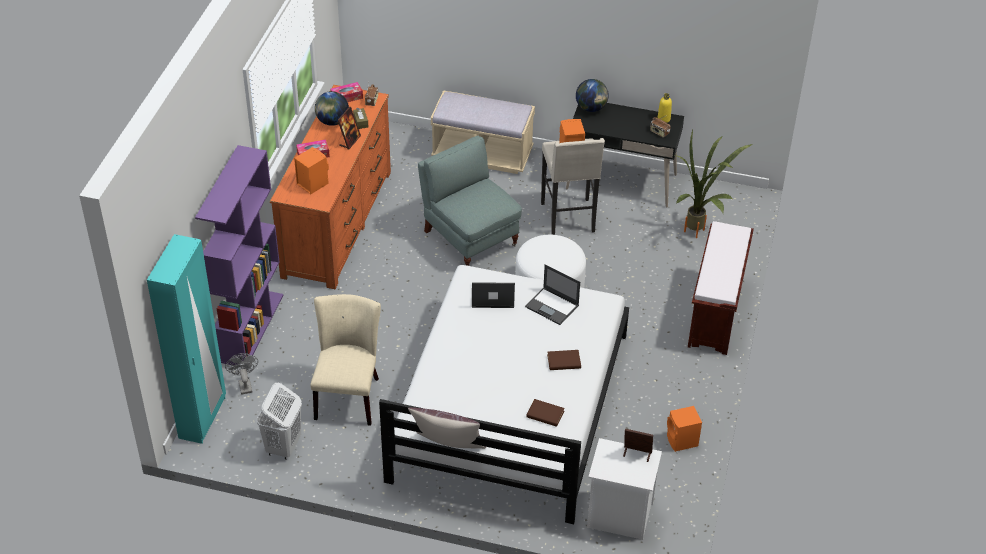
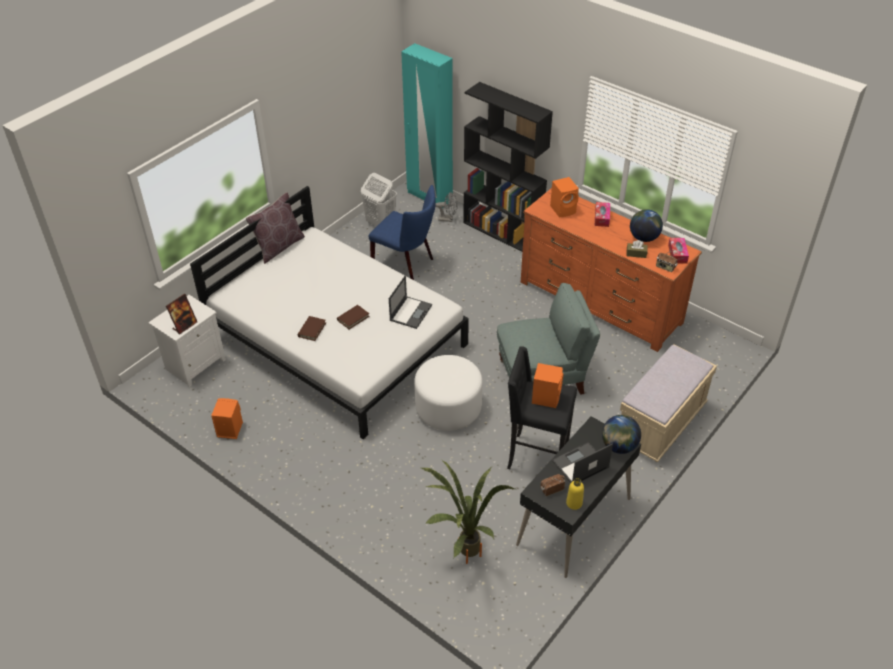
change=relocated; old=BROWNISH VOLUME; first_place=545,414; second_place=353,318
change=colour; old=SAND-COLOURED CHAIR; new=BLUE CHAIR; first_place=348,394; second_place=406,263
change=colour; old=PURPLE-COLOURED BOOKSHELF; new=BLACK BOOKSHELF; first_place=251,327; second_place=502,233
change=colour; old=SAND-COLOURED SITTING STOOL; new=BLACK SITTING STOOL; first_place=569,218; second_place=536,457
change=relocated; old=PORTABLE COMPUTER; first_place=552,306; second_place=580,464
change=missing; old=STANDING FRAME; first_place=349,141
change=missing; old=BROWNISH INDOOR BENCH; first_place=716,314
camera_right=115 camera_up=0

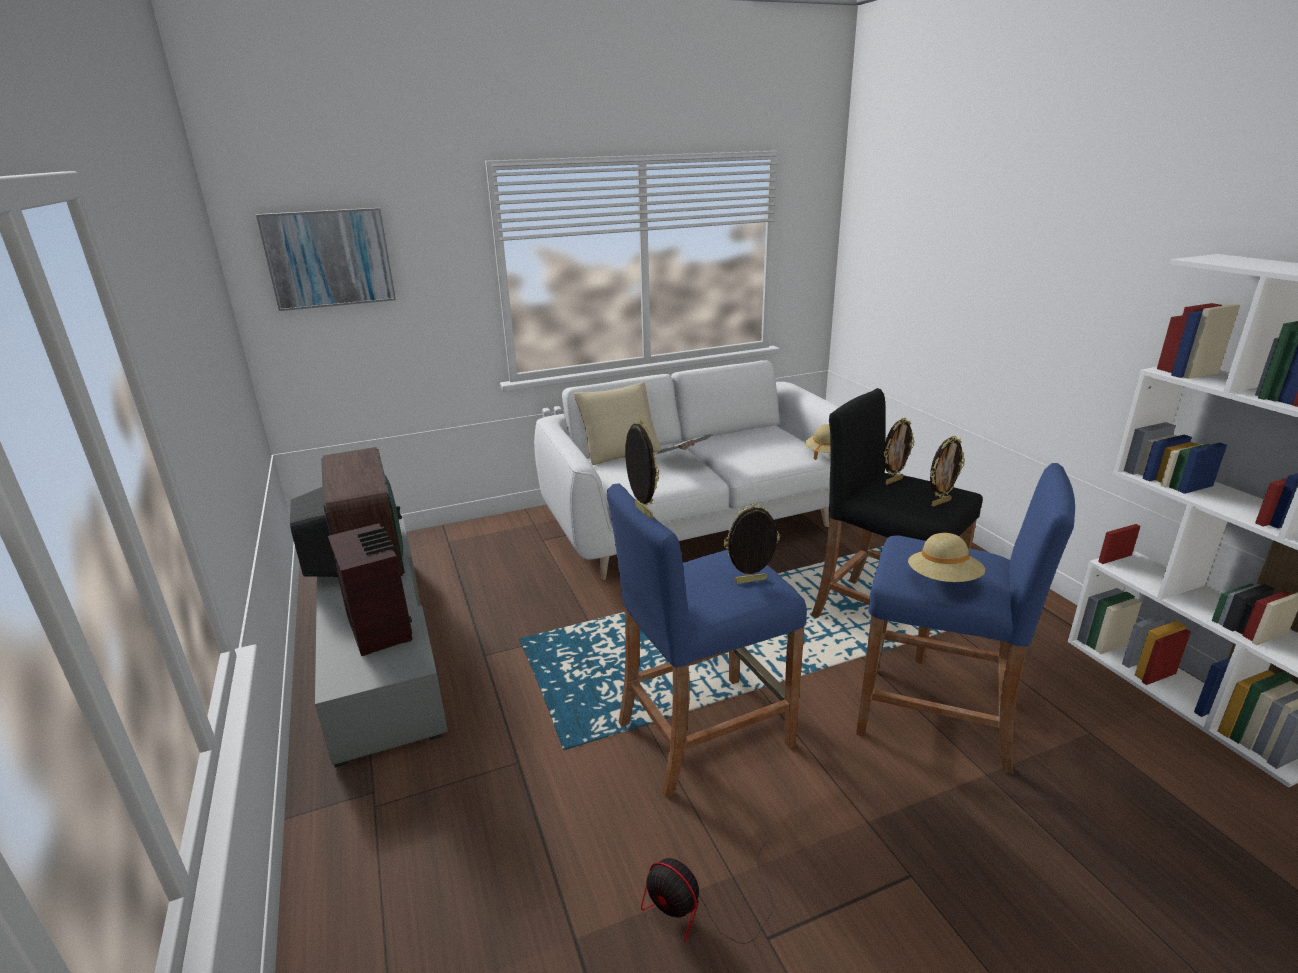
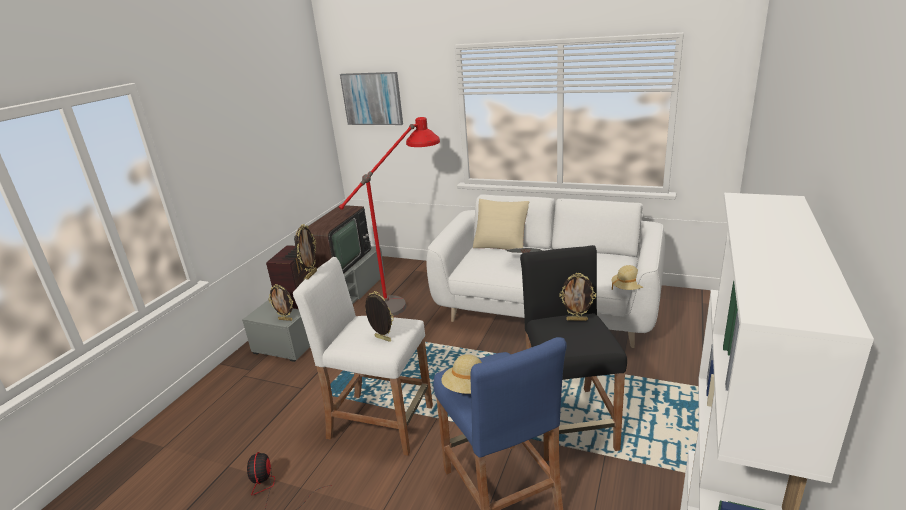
change=relocated; old=STANDING FRAME; first_place=940,502; second_place=285,319
change=colour; old=BLUE SITTING STOOL; new=WHITE-COLOURED SITTING STOOL; first_place=704,733; second_place=380,422
change=appeared; new=RED-COLOURED STANDARD LAMP; second_place=408,296
camera_right=45 camera_up=0

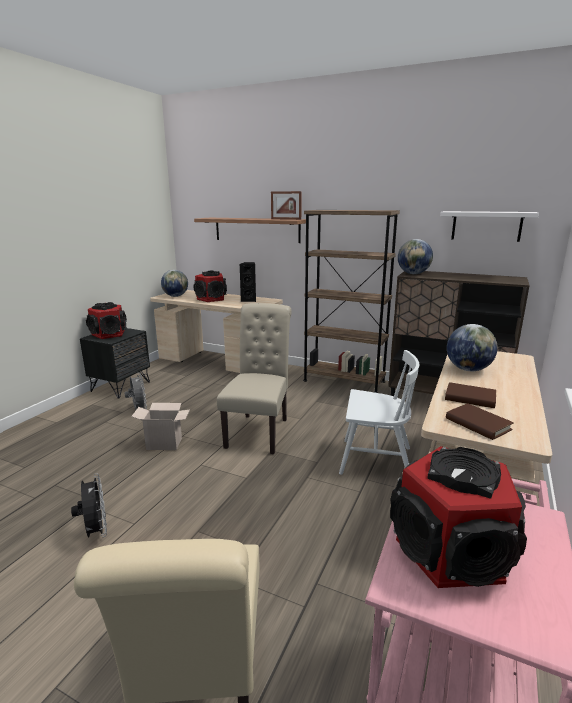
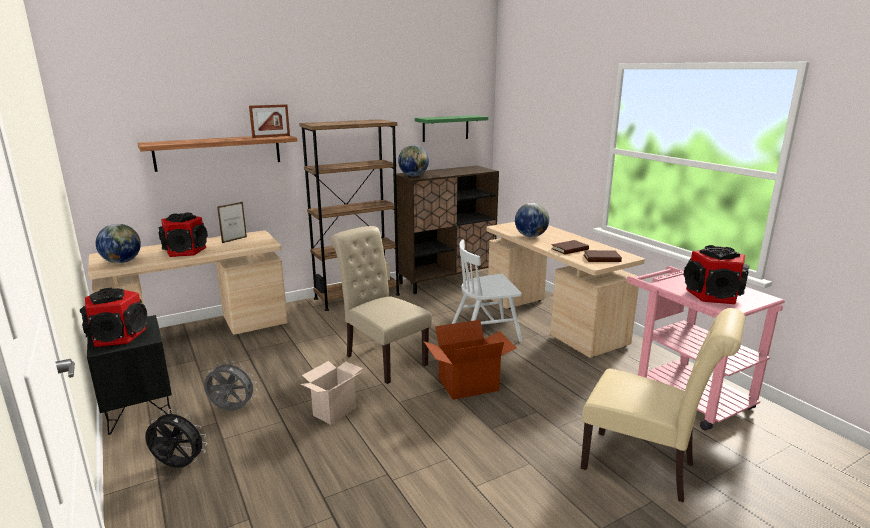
change=relocated; old=BLACK COOLING FAN; first_place=96,531; second_place=178,466
change=exchanged; old=BLACK LOUDSPEAKER; new=STANDING FRAME; first_place=249,300; second_place=234,240
change=colour; old=WHITE-COLOURED BRACKET SHELF; new=GREEN BRACKET SHELF; first_place=486,226; second_place=445,128
change=appeared; new=CARTON; second_place=468,384
change=spun; old=WHITE-COLOURED CHAIR; first_place=375,460; second_place=485,332; degrees=-150
camera_right=-55 camera_up=0

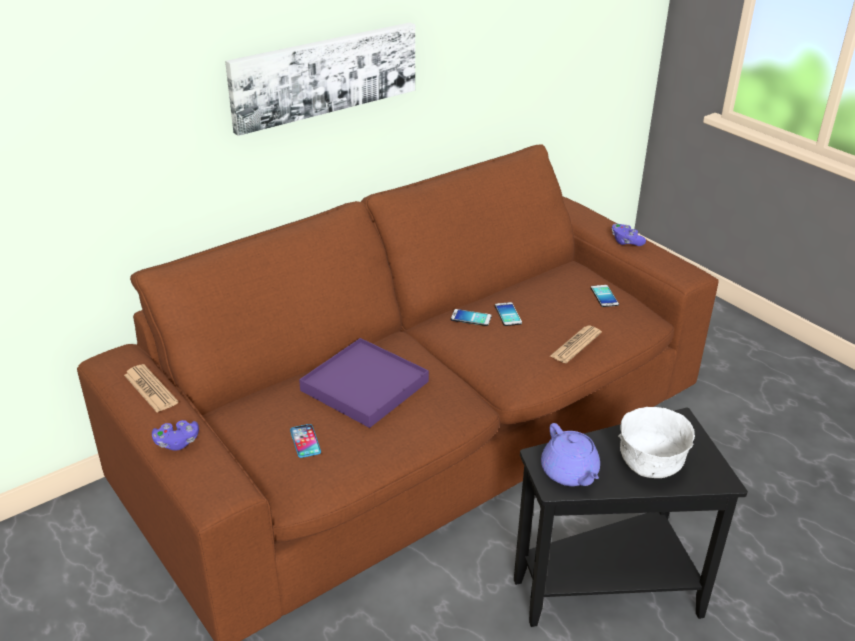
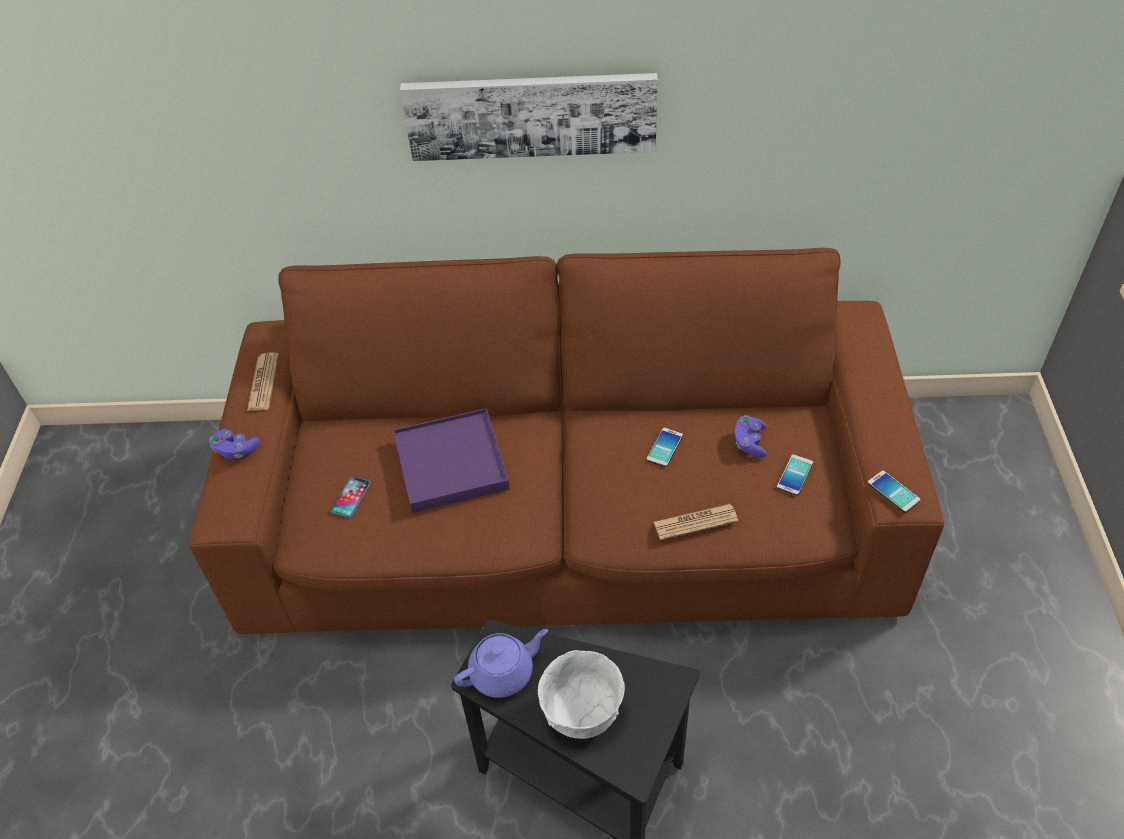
change=spun; old=PURPLE-COLOURED POT FOR TEA; first_place=570,473; second_place=503,672; degrees=-135
change=relocated; old=PURPLE-COLOURED GAME CONTROLLER; first_place=626,242; second_place=750,442
change=relocated; old=PHONE; first_place=471,318; second_place=893,492
camera_right=40 camera_up=15

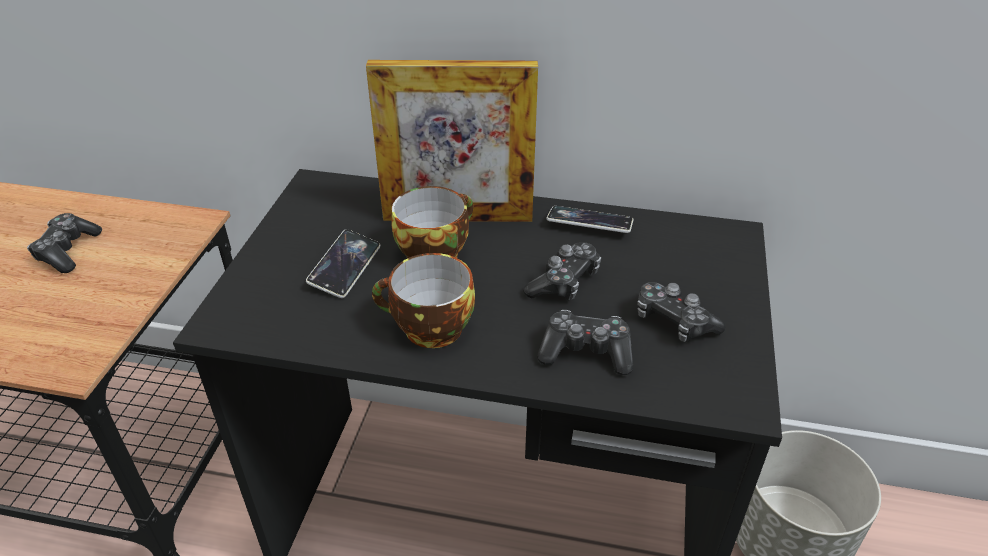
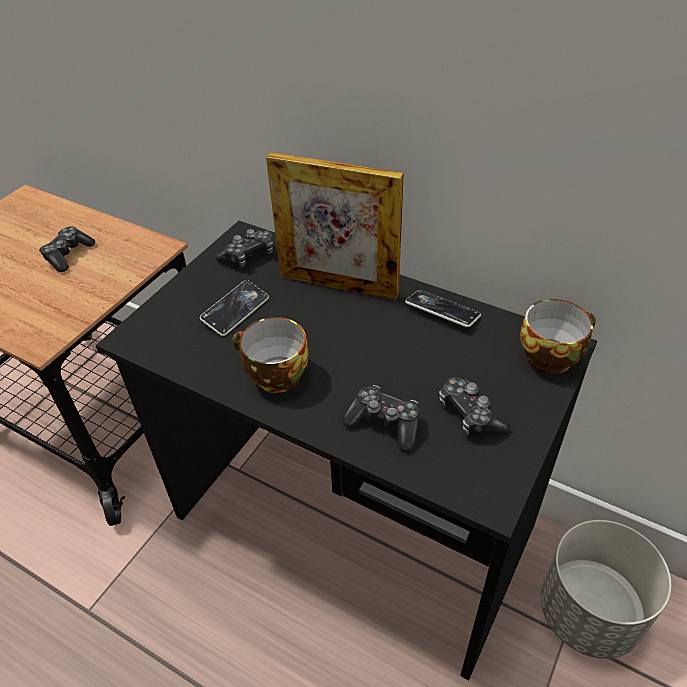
change=relocated; old=GAME CONTROLLER; first_place=564,282; second_place=249,256
change=relocated; old=DRINKING CUP; first_place=434,251; second_place=550,355
camera_right=20 camera_up=5

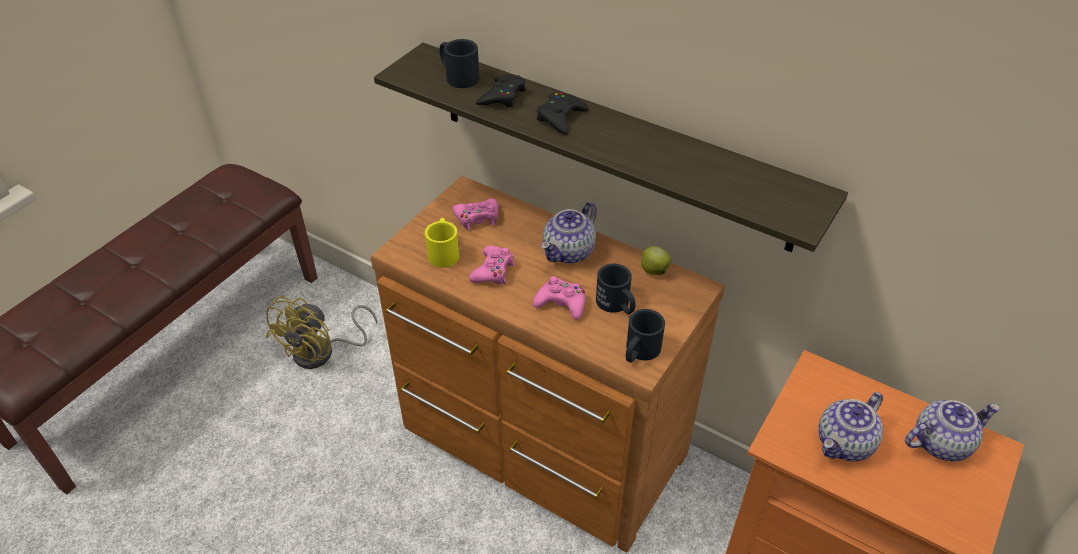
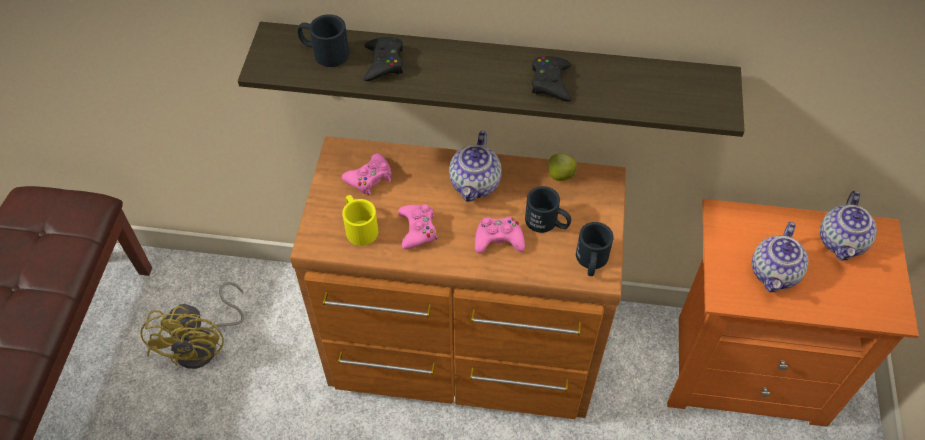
change=relocated; old=BLACK GAME CONTROLLER; first_place=561,117; second_place=551,82
change=spun; old=POT FOR TEA; first_place=941,442; second_place=842,242; degrees=150
camera_right=-25 camera_up=10

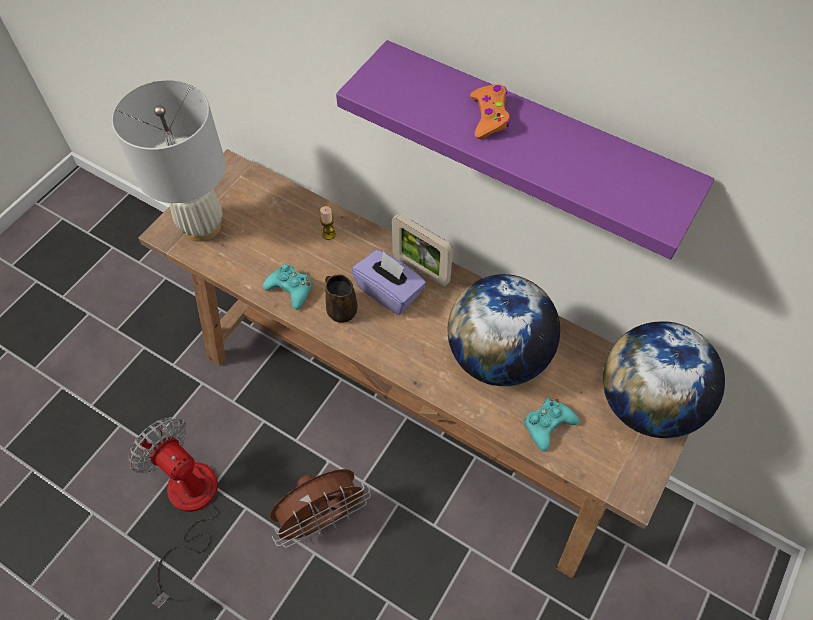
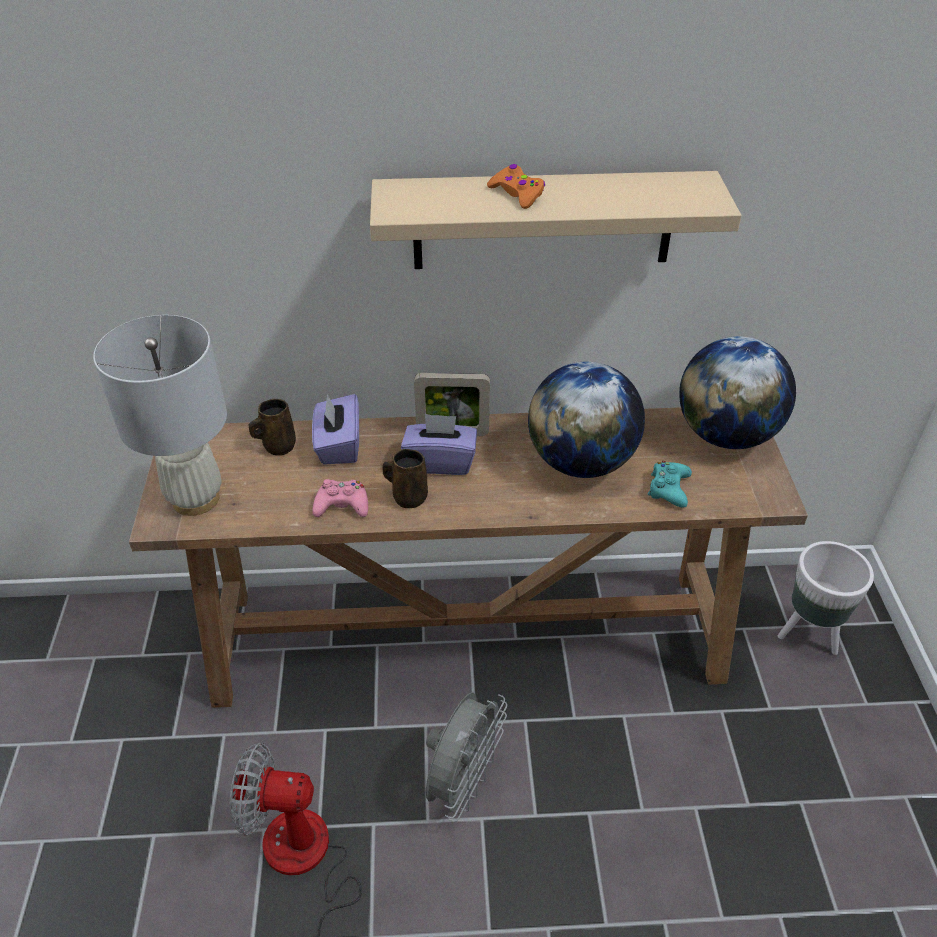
change=appeared; new=BROWNISH MUG; second_place=277,446
change=exchanged; old=WAX LIGHT; new=PURPLE-COLOURED TISSUE BOX; first_place=329,234; second_place=338,445
change=colour; old=TURQUOISE GAME CONTROLLER; new=PINKISH GAME CONTROLLER; first_place=290,289; second_place=342,505
change=colour; old=PURPLE-COLOURED BRACKET SHELF; new=SAND-COLOURED BRACKET SHELF; first_place=532,141; second_place=543,220
change=colour; old=BROWNISH COOLING FAN; new=GREYISH COOLING FAN; first_place=322,519; second_place=463,782
change=appeared; new=WHITE-COLOURED PLANT POT; second_place=809,633
camera_right=-35 camera_up=-15

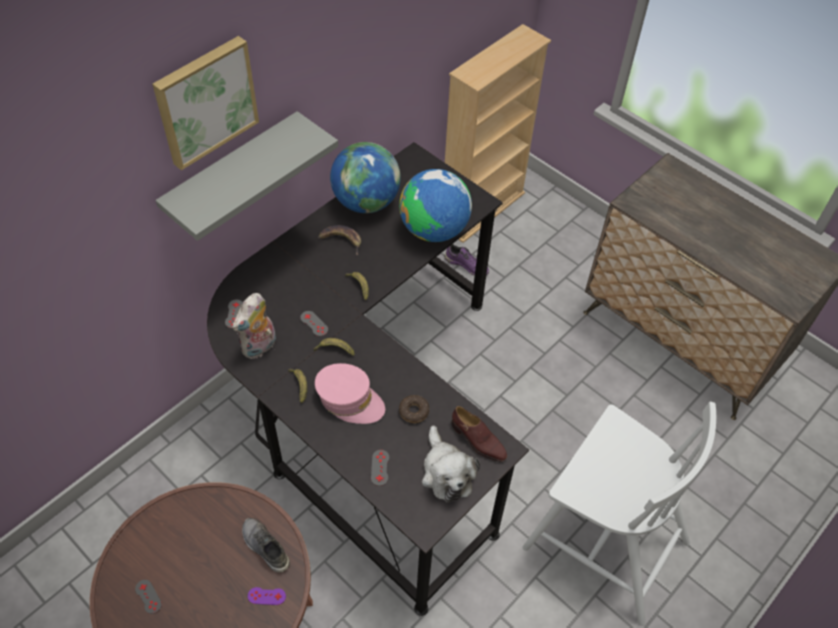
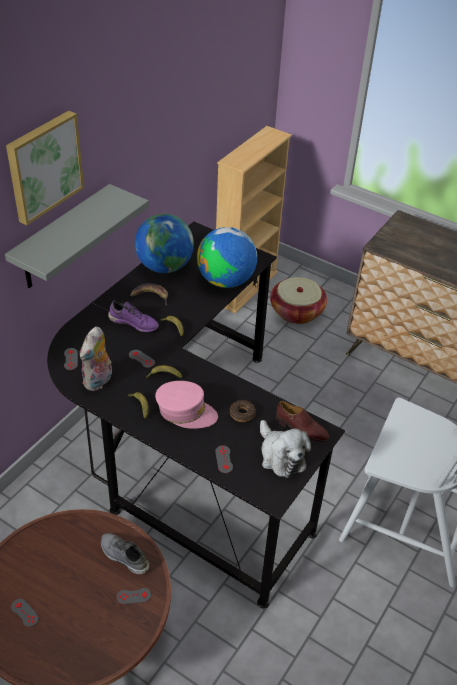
change=relocated; old=PURPLE-COLOURED LOW SHOE; first_place=467,265; second_place=134,323
change=colour; old=PURPLE-COLOURED GAME CONTROLLER; new=GREYISH GAME CONTROLLER; first_place=266,596; second_place=133,596
change=appeared; new=HOUSEHOLD BASKET; second_place=296,311
camera_right=-10 camera_up=-10

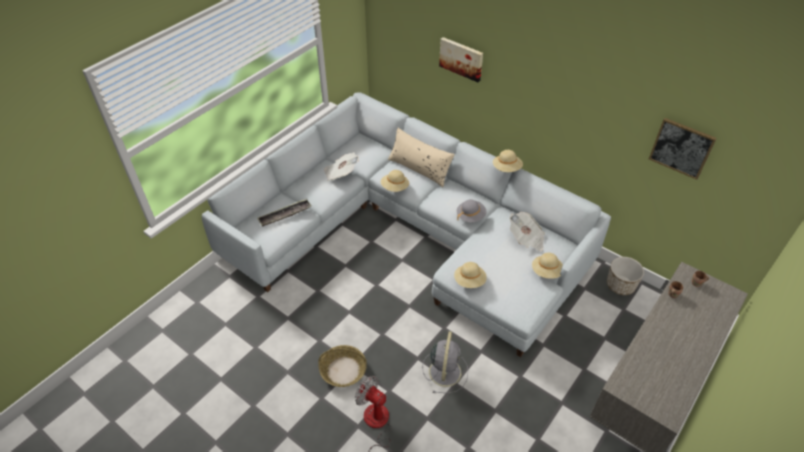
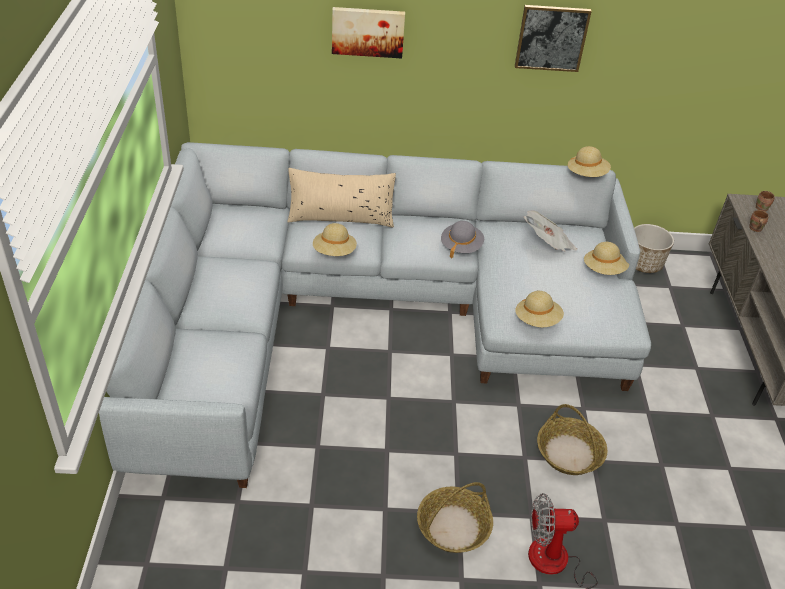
change=relocated; old=PICTURE; first_place=681,148; second_place=551,38
change=exchanged; old=GREYISH COOLING FAN; new=HOUSEHOLD BASKET; first_place=445,370; second_place=568,453
change=relocated; old=SAND-COLOURED HAT; first_place=507,168; second_place=587,174
change=missing; old=SERVING TRAY; first_place=285,215
change=missing; old=NEWSPAPER; first_place=341,173
camera_right=-40 camera_up=-5

